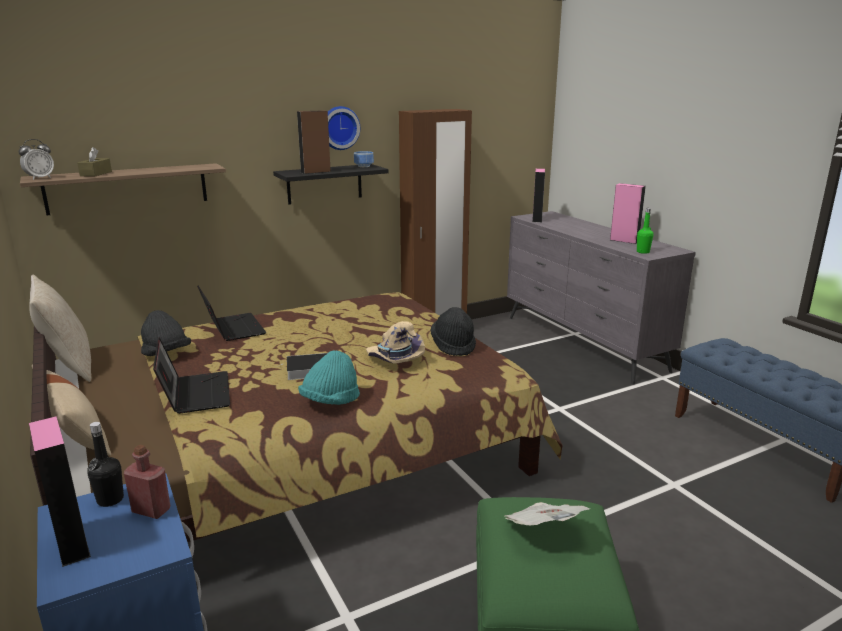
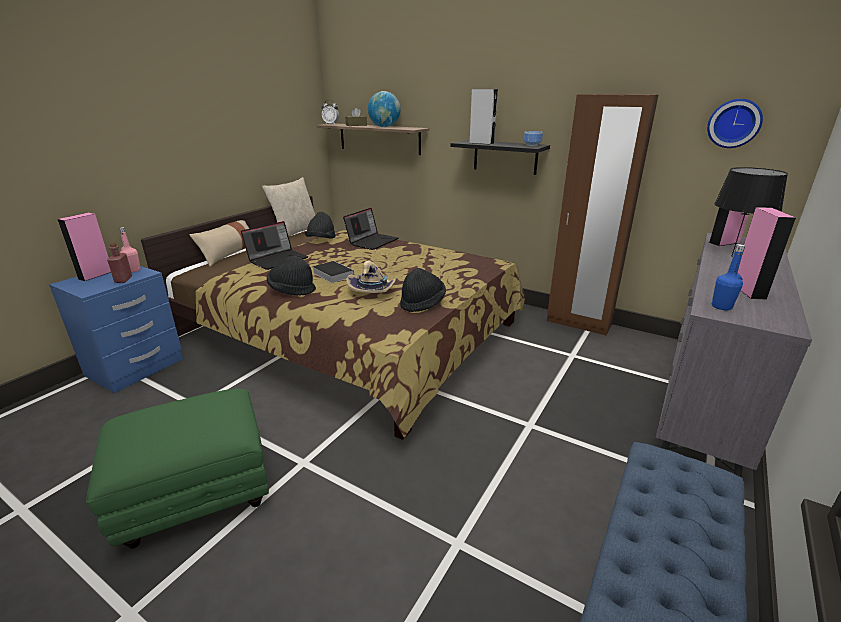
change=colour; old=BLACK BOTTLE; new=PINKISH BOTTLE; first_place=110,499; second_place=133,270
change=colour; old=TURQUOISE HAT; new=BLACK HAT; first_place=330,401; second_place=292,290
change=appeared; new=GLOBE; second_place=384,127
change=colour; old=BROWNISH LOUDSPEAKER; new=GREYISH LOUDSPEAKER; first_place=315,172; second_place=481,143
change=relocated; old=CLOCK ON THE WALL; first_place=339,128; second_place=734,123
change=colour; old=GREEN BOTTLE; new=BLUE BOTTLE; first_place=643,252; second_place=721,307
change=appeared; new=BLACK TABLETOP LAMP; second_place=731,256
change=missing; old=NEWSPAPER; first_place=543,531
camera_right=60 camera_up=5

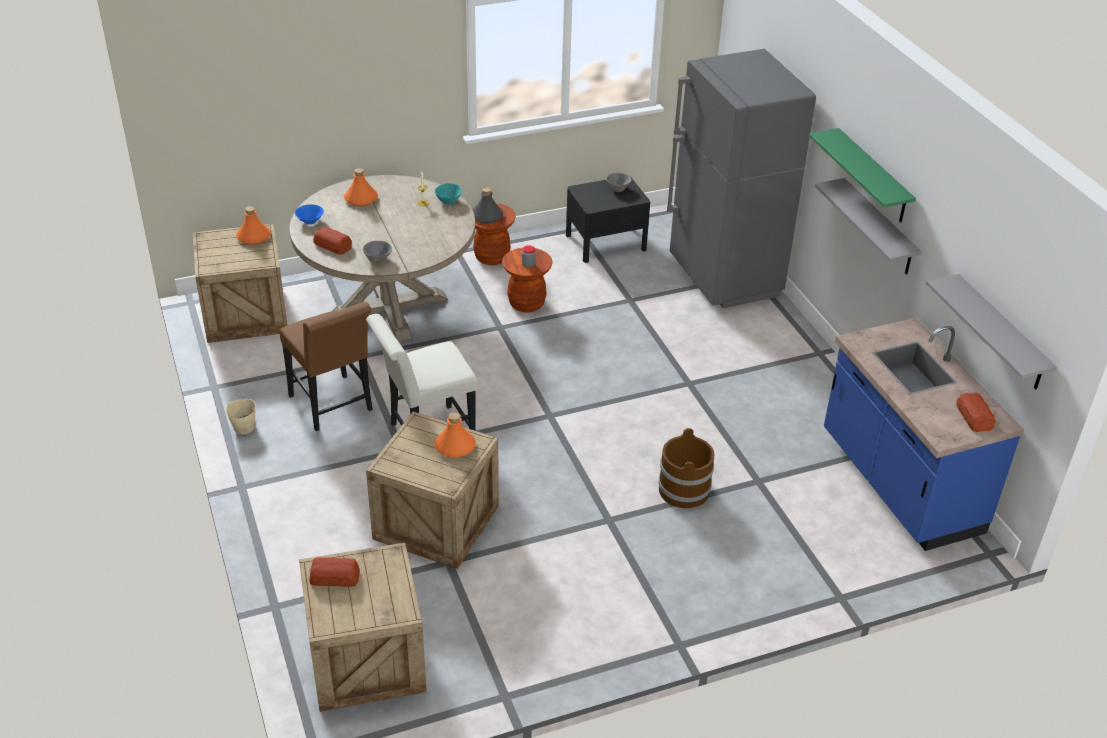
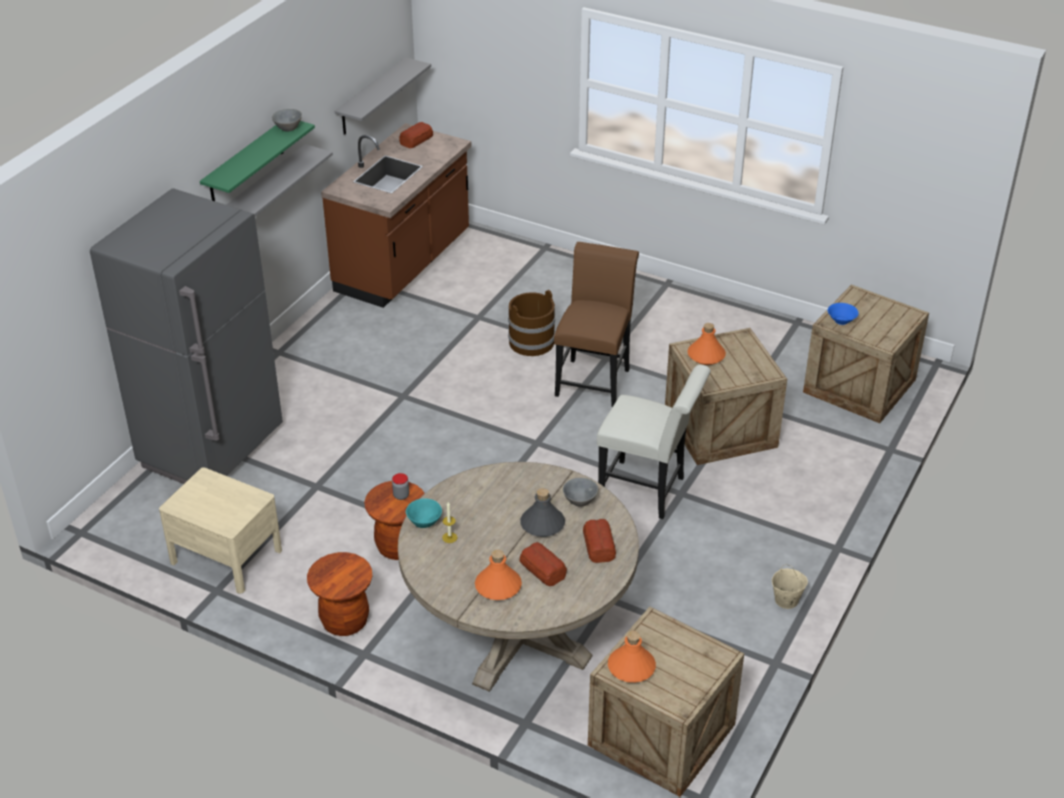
change=colour; old=BLACK NIGHTSTAND; new=SAND-COLOURED NIGHTSTAND; first_place=605,242; second_place=226,556
change=relocated; old=GREYISH SERVING BOWL; first_place=618,189; second_place=287,128
change=colour; old=BLUE KITCHEN COUNTER; new=BROWNISH KITCHEN COUNTER; first_place=899,484; second_place=404,264
change=relocated; old=BAKED BREAD; first_place=335,577; second_place=542,568
change=relocated; old=GREYISH BOTTLE; first_place=486,216; second_place=543,524
change=relocated; old=BROWNISH CHAIR; first_place=333,406; second_place=594,379
change=relocated; old=BLUE SERVING BOWL; first_place=310,221; second_place=841,320
camera_right=-130 camera_up=0

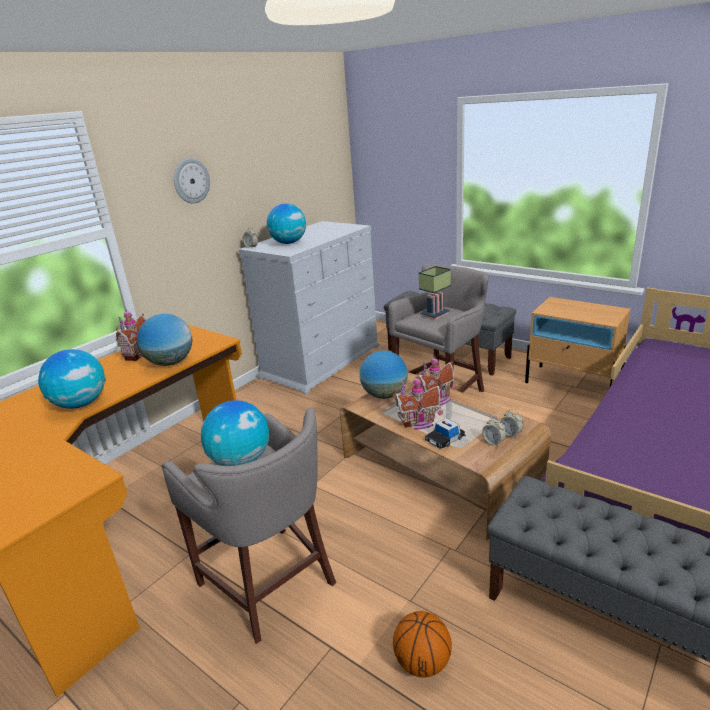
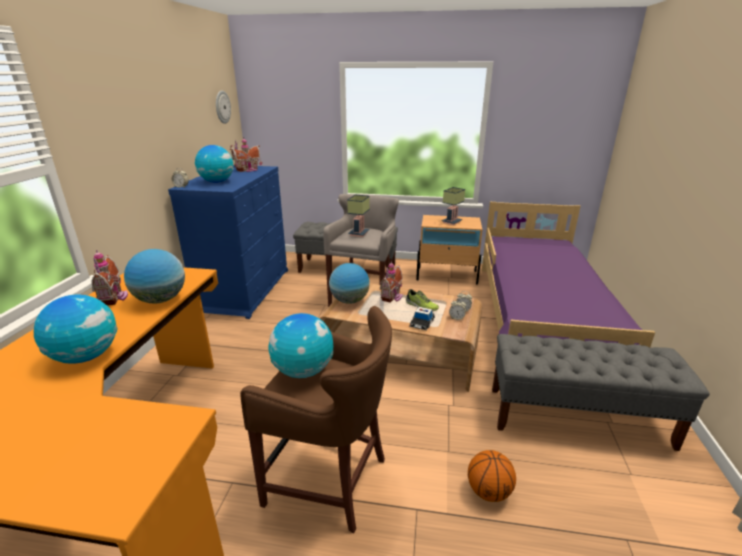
change=colour; old=WHITE-COLOURED CHEST OF DRAWERS; new=BLUE CHEST OF DRAWERS; first_place=321,361; second_place=244,289
change=relocated; old=CLOCK ON THE WALL; first_place=191,181; second_place=222,107
change=relocated; old=MINIATURE HOUSE; first_place=419,423; second_place=248,170
change=colour; old=GREYISH SITTING STOOL; new=BROWNISH SITTING STOOL; first_place=270,584; second_place=330,480
change=appeared; new=LOW SHOE; second_place=421,306
change=appeared; new=TABLETOP LAMP; second_place=452,222
camera_right=-30 camera_up=0

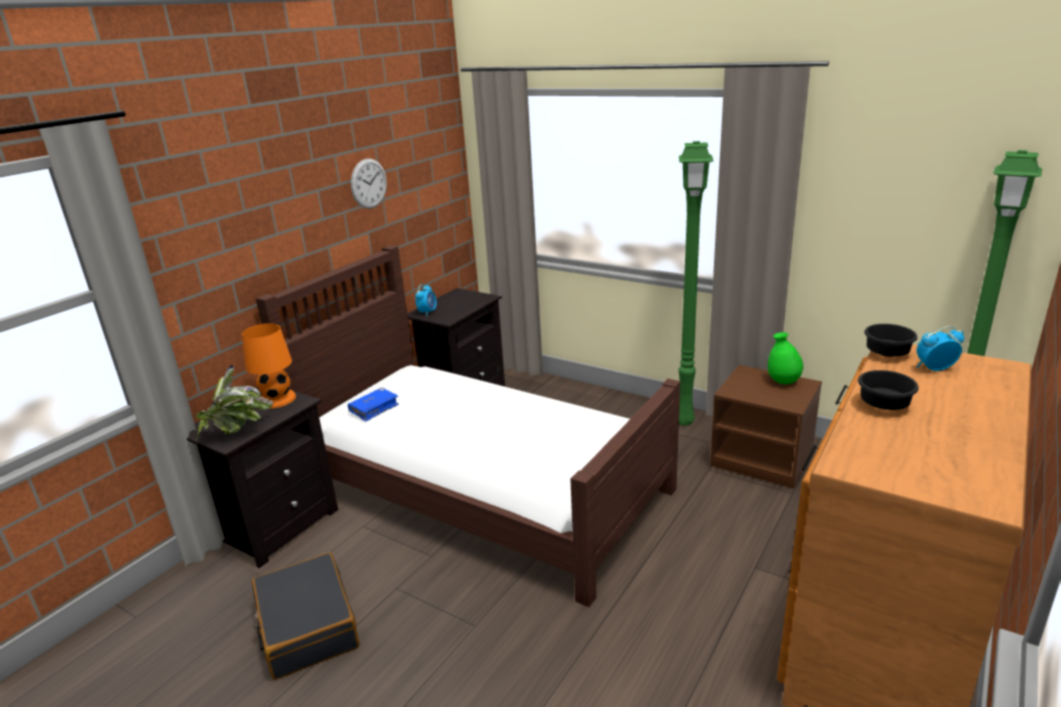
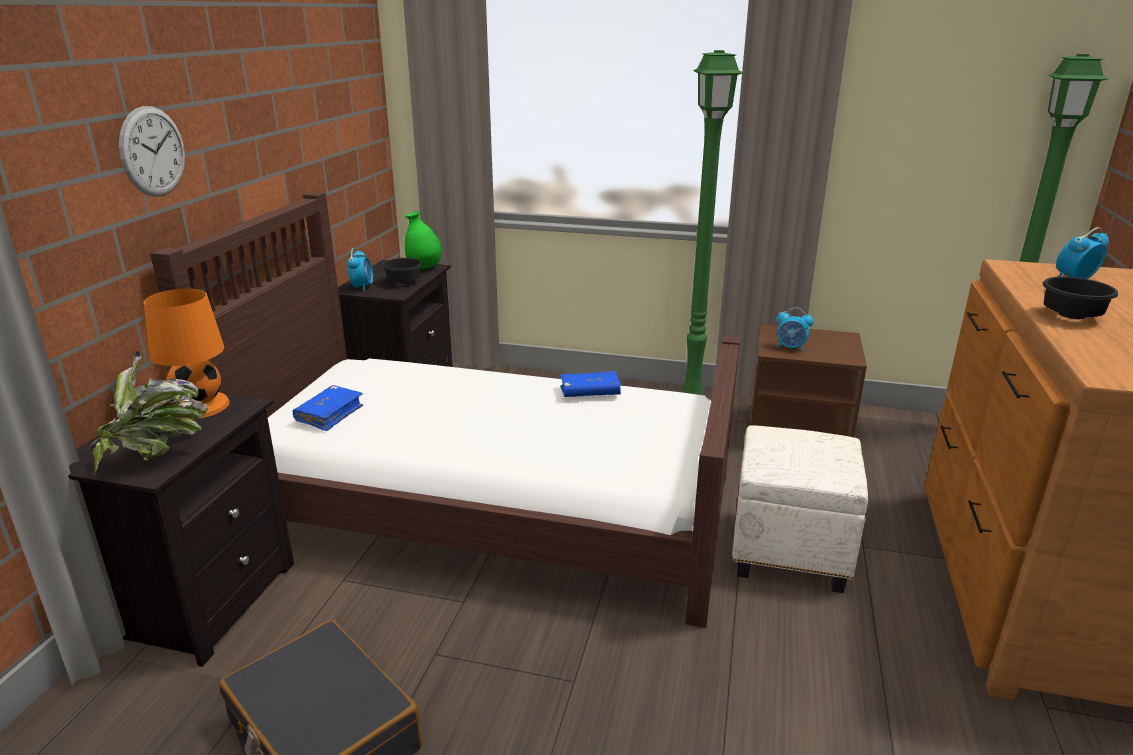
change=relocated; old=CLOCK ON THE WALL; first_place=369,183; second_place=153,152
change=relocated; old=BLACK SERVING BOWL; first_place=888,354; second_place=404,282
change=relocated; old=GREEN FLOWER VASE; first_place=783,382; second_place=424,268
change=appeared; new=BLUE VOLUME; second_place=590,393
change=appeared; new=WHITE-COLOURED OTTOMAN; second_place=788,550
change=appeared; new=TABLE CLOCK; second_place=791,348
camera_right=-20 camera_up=0

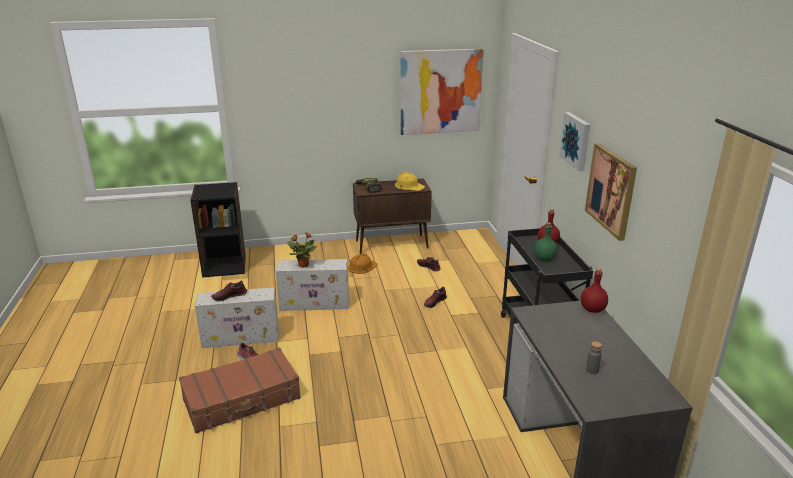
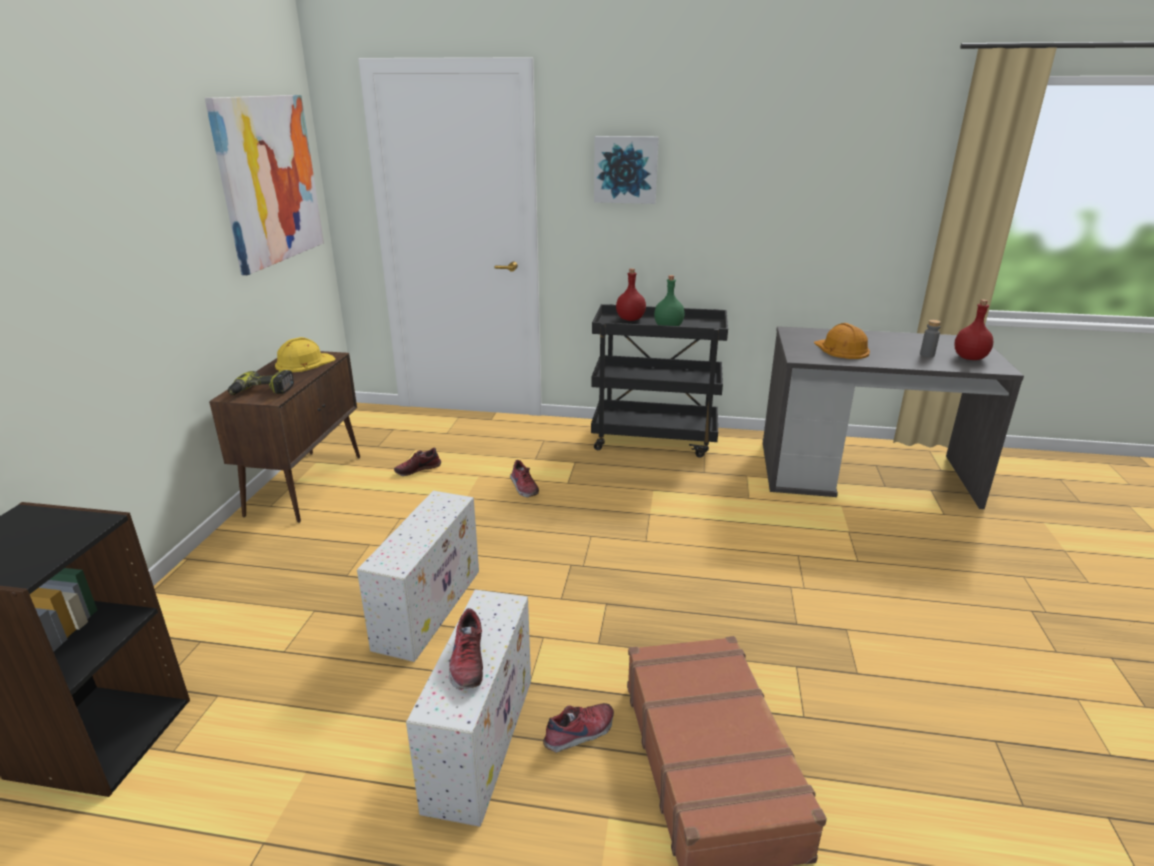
change=relocated; old=ORANGE-COLOURED HARD HAT; first_place=362,266; second_place=841,349
change=relocated; old=RED-COLOURED BOTTLE; first_place=592,309; second_place=969,358
change=missing; old=PLANT IN A POT; first_place=303,265
change=missing; old=PICTURE; first_place=611,190
camera_right=-70 camera_up=0

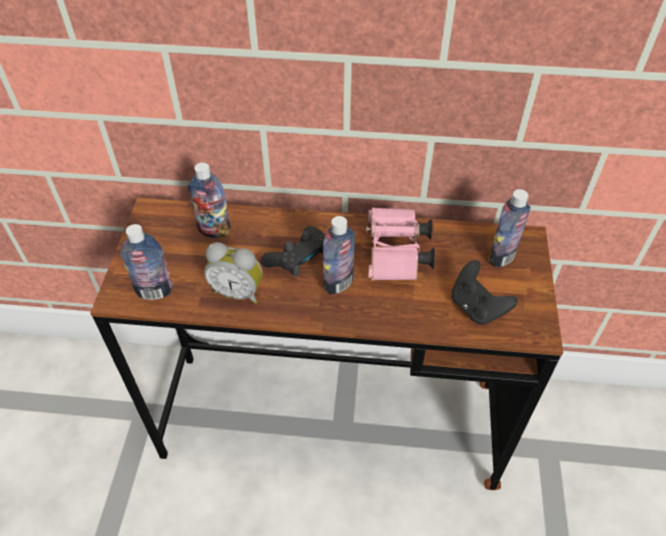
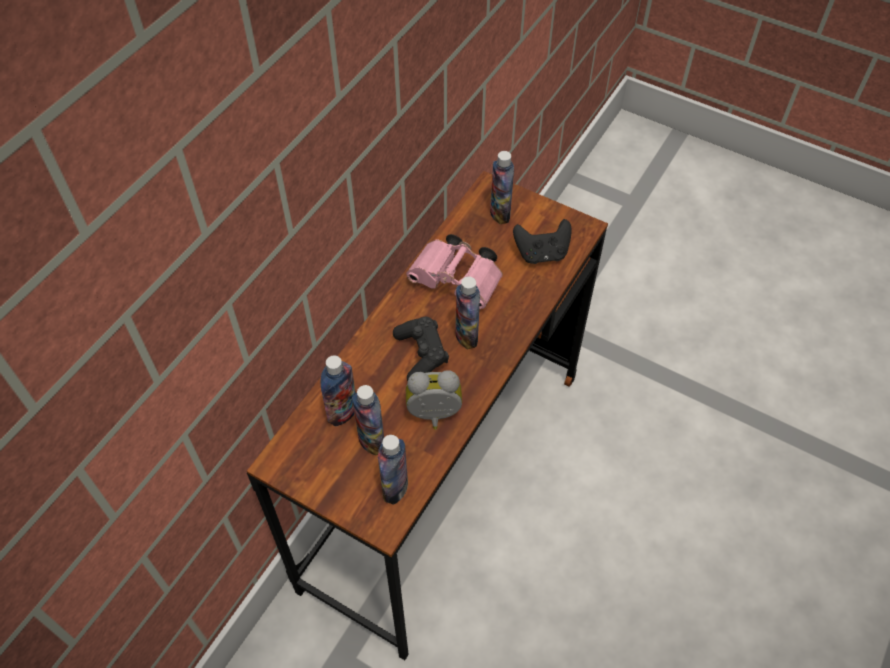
change=appeared; new=BOTTLE; second_place=371,440
change=spun; old=TABLE CLOCK; first_place=238,291; second_place=434,416; degrees=-135
camera_right=-65 camera_up=5

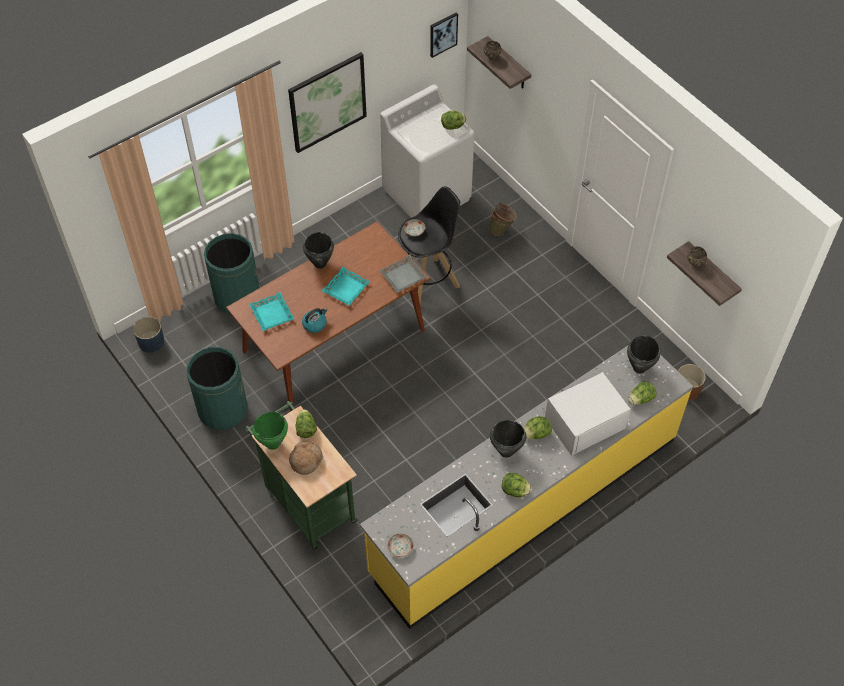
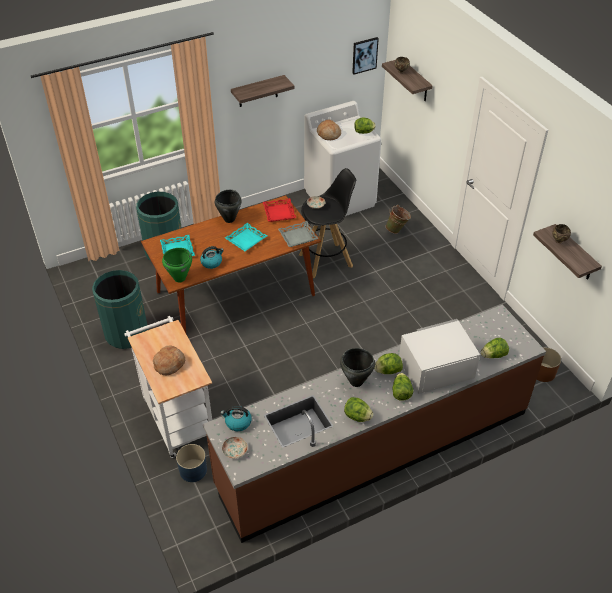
change=colour; old=GREEN WHEELED CART; new=WHITE-COLOURED WHEELED CART; first_place=307,501; second_place=177,416
change=relocated; old=GREEN STOCKPOT; first_place=272,443; second_place=179,278
change=relocated; old=BLUE PLANT POT; first_place=151,341; second_place=193,470
change=colour; old=YELLOWISH KITCHEN COUNTER; new=BROWNISH KITCHEN COUNTER; first_place=524,505; second_place=374,448
change=appeared; new=KETTLE; second_place=237,422
change=exchanged; old=PICTURE; new=BRACKET SHELF; first_place=327,102; second_place=258,91
change=appeared; new=RED-COLOURED SERVING TRAY; second_place=279,212
change=appeared; new=BAKED BREAD; second_place=328,134
change=relocated; old=LETTUCE; first_place=305,429; second_place=401,392
change=missing; old=BLACK STOCKPOT; first_place=639,367
camera_right=10 camera_up=-10

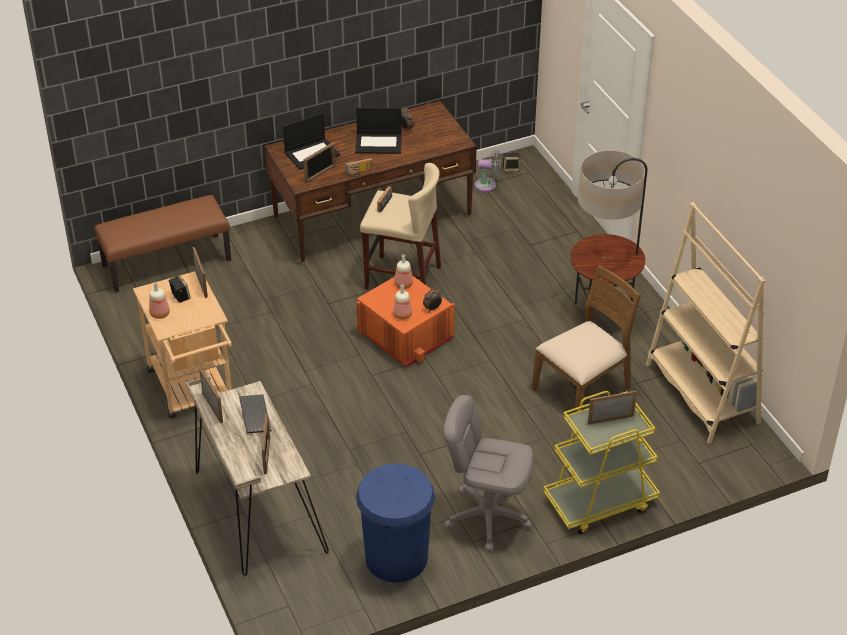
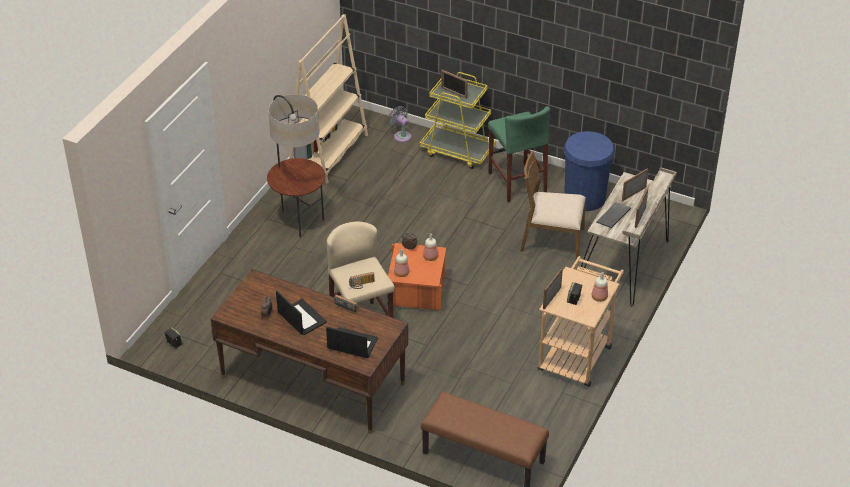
change=relocated; old=GREYISH COOLING FAN; first_place=488,185; second_place=401,135
change=exchanged; old=GREYISH DESK CHAIR; new=GREEN SITTING STOOL; first_place=487,517; second_place=517,182
change=relocated; old=BROWNISH CHAIR; first_place=583,389; second_place=551,240
change=missing; old=STANDING FRAME; first_place=320,174
camera_right=-130 camera_up=0

